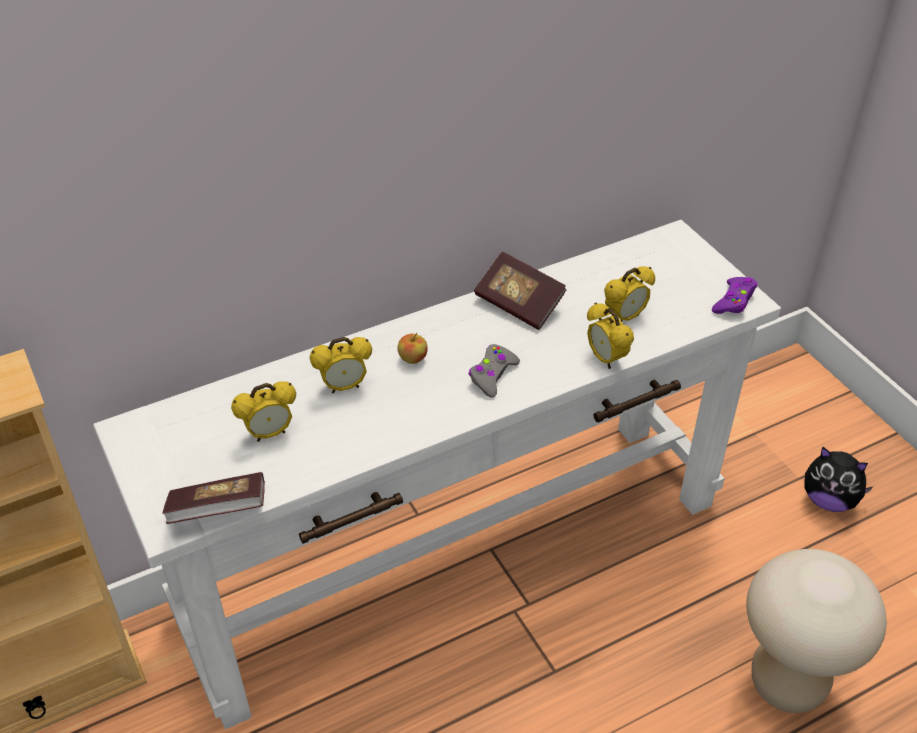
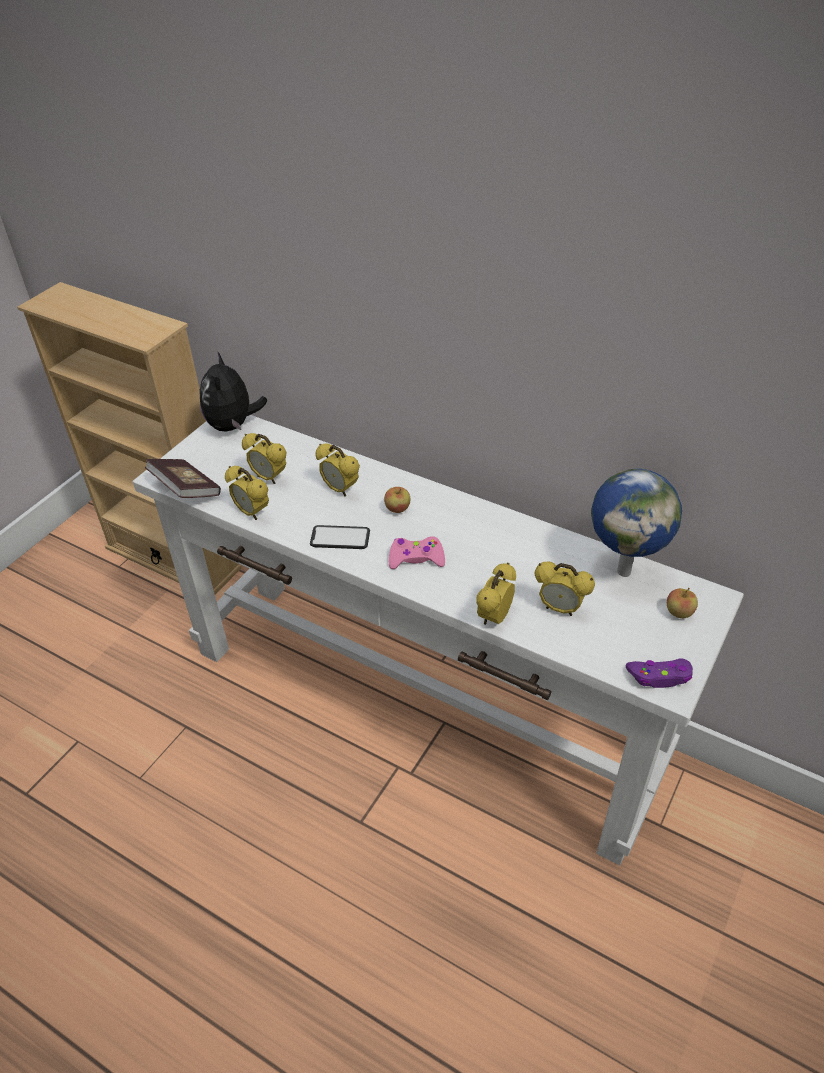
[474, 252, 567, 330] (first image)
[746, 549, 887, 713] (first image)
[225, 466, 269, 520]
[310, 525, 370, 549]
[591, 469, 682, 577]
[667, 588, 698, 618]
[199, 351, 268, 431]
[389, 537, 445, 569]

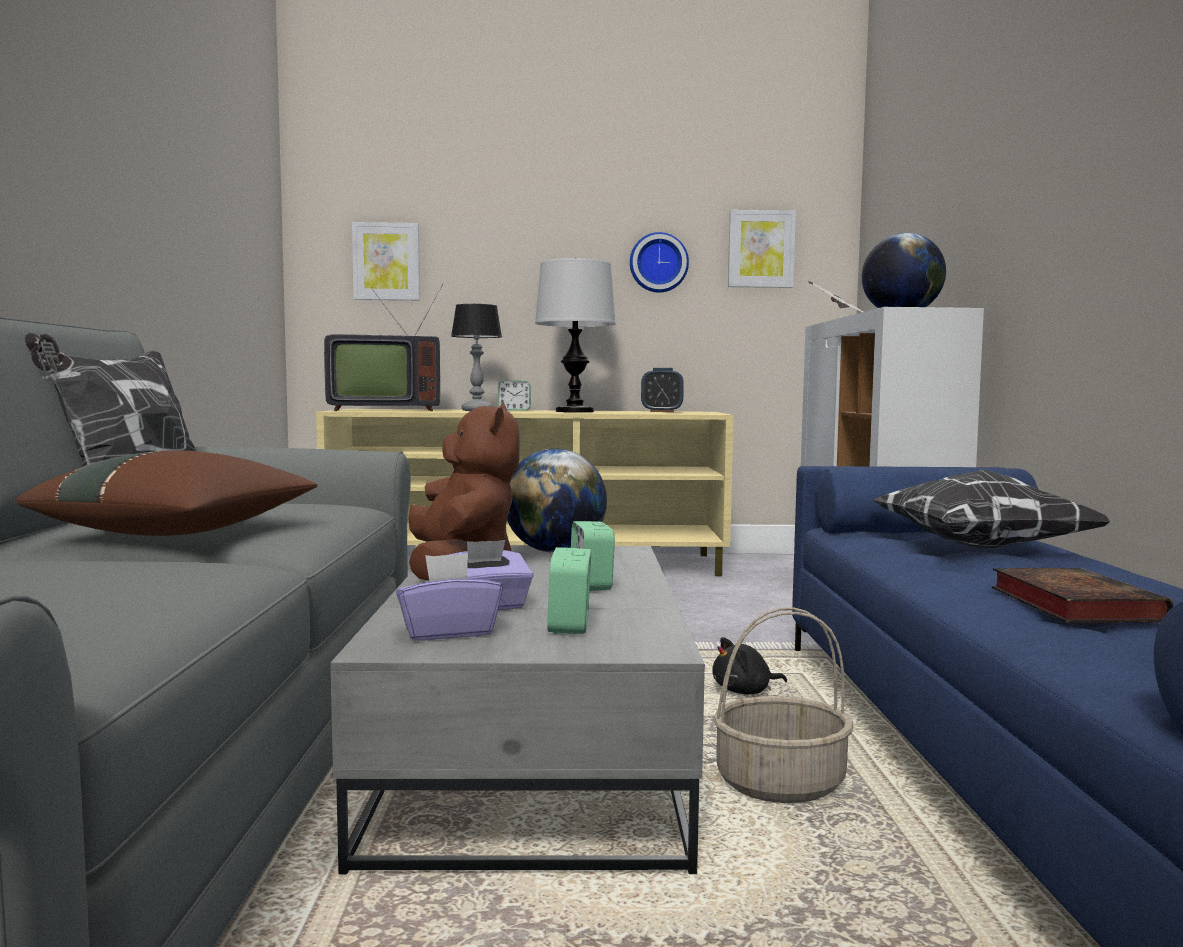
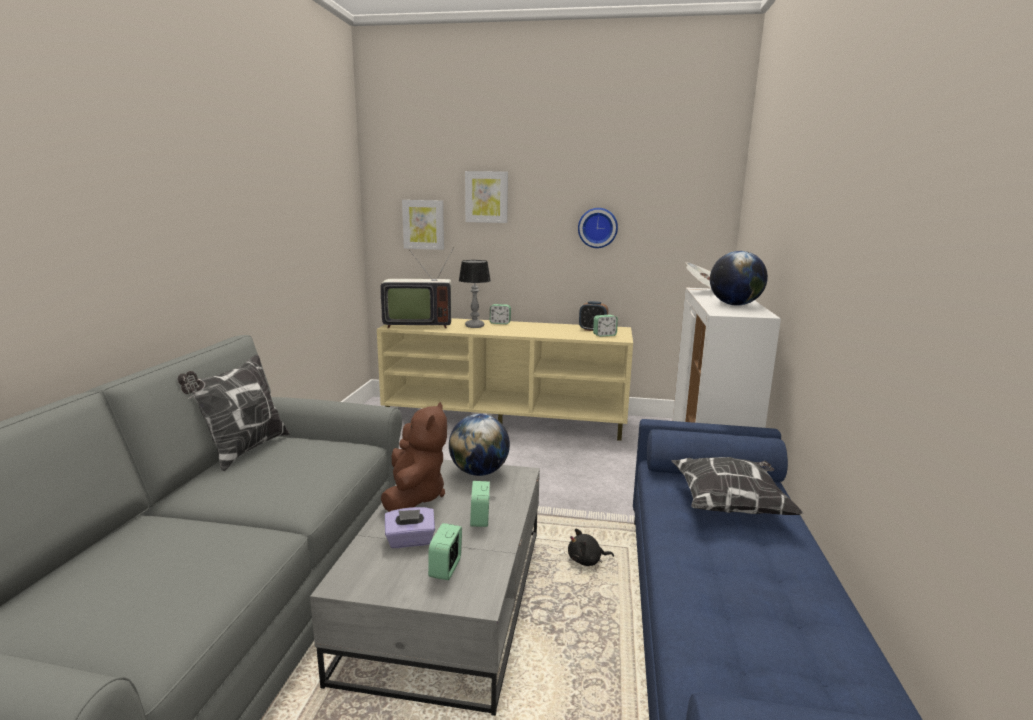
[16, 450, 317, 536] (first image)
[396, 553, 503, 640] (first image)
[535, 258, 616, 412] (first image)
[713, 607, 853, 803] (first image)
[992, 568, 1174, 623] (first image)
[593, 315, 618, 337]
[465, 171, 508, 223]

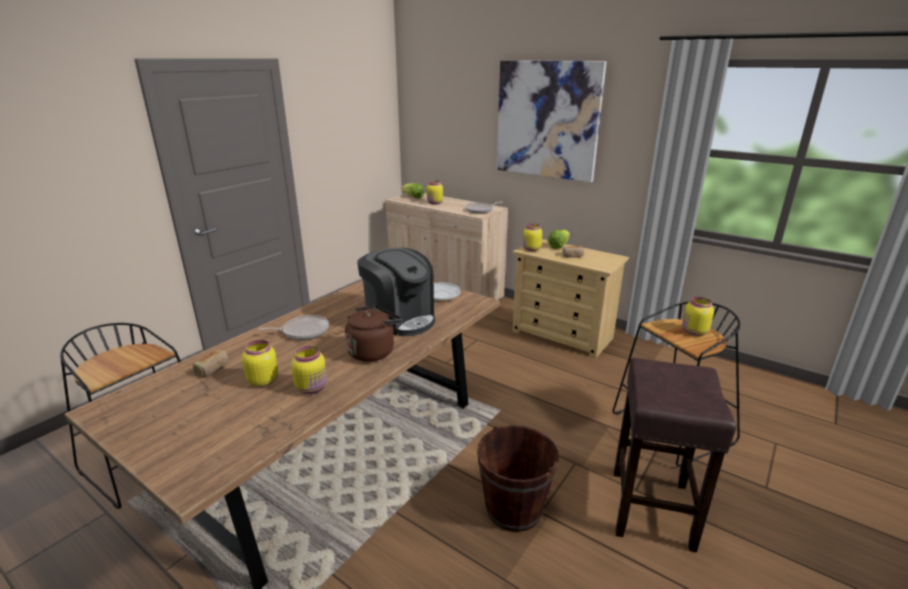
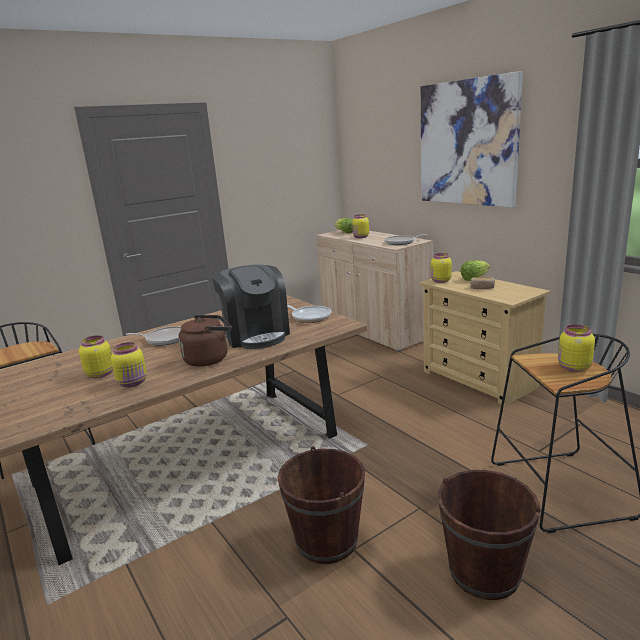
[193, 350, 228, 377] (first image)
[438, 470, 540, 600]

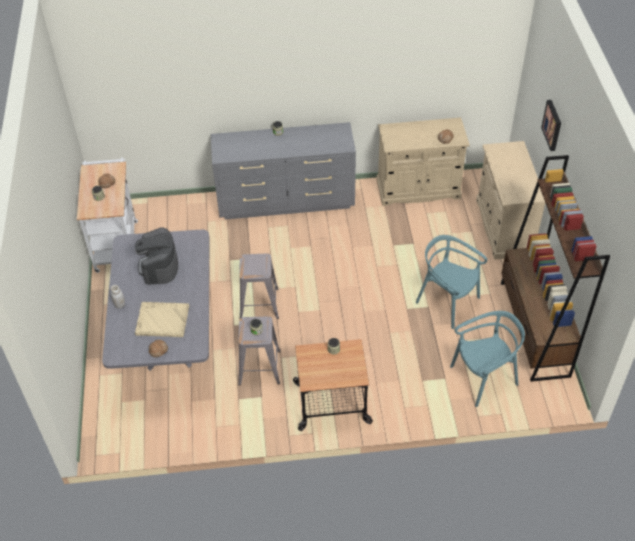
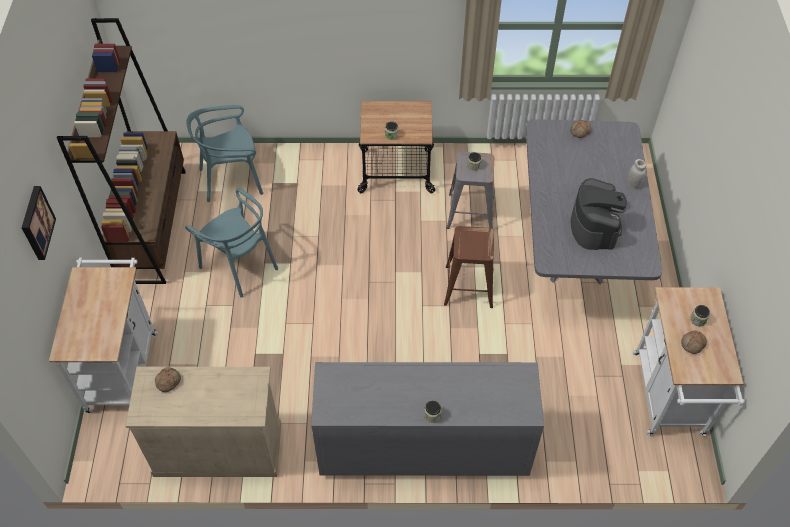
[135, 302, 189, 337] (first image)
[49, 258, 158, 413]
[444, 226, 494, 308]

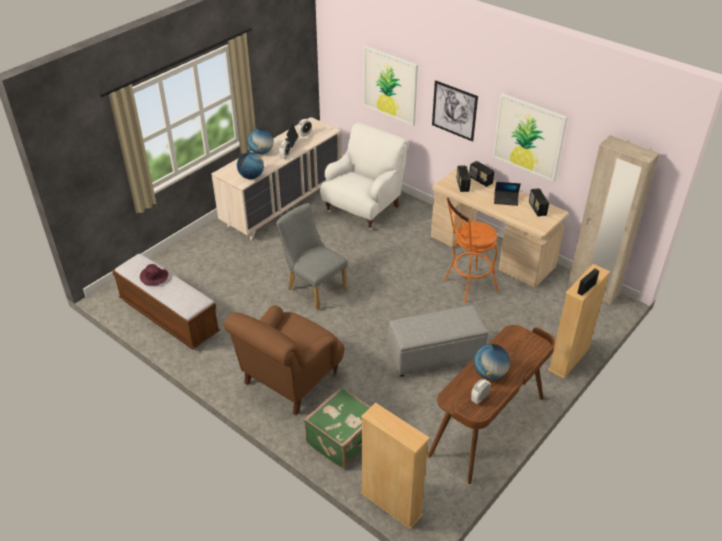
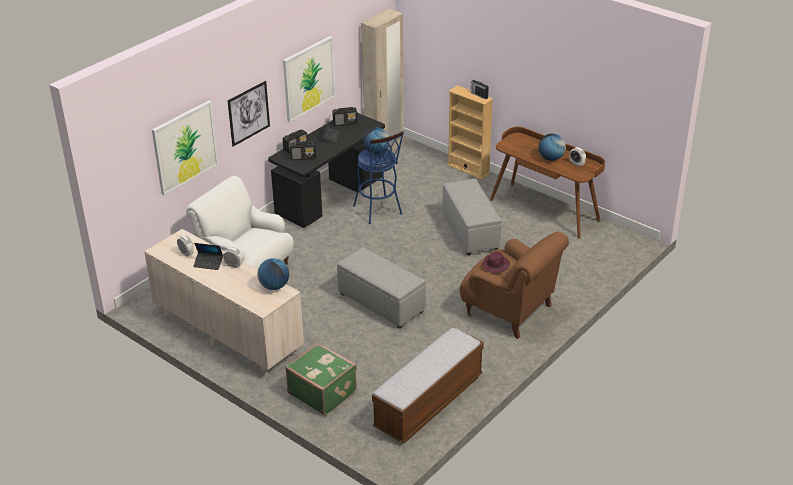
[361, 403, 430, 529] (first image)
[481, 251, 510, 273]
[363, 128, 391, 155]
[285, 343, 357, 415]
[337, 247, 426, 329]
[268, 113, 385, 228]
[353, 131, 404, 224]

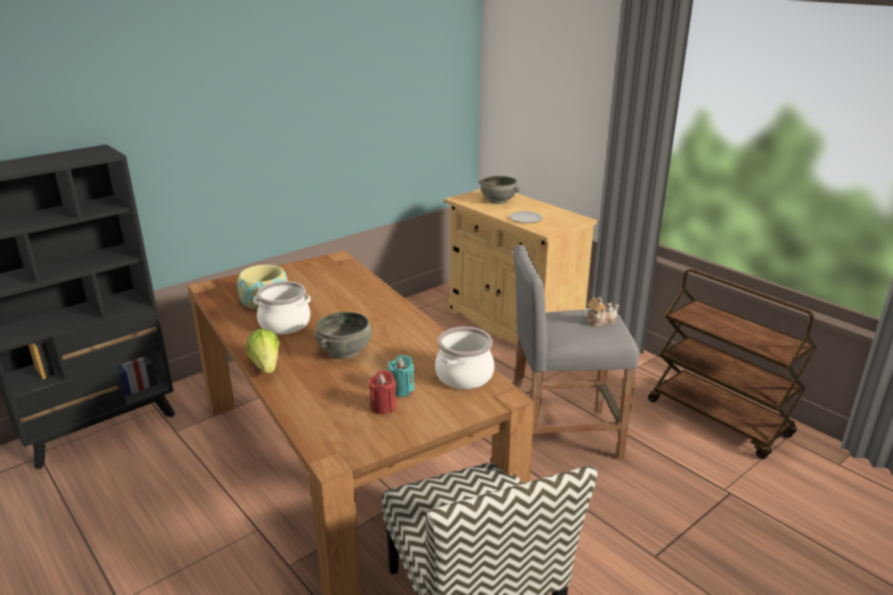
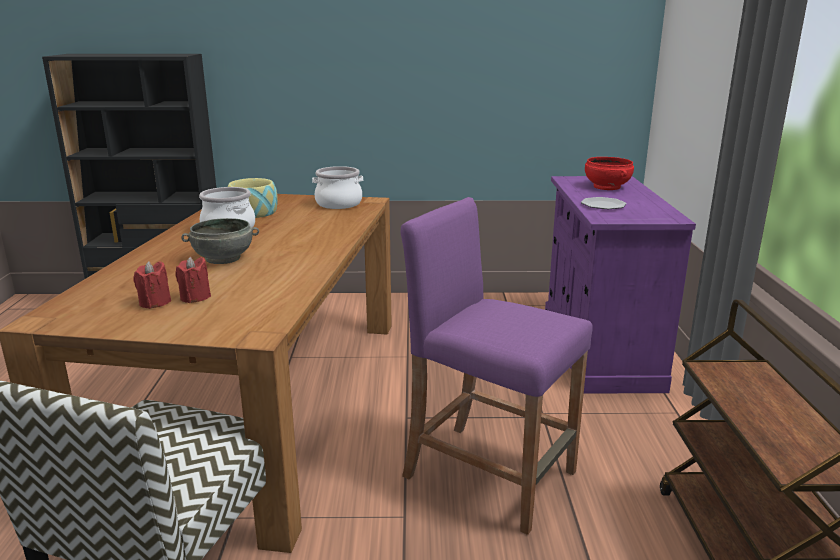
[247, 329, 280, 373] (first image)
[582, 297, 620, 327] (first image)
[312, 166, 363, 209]
[176, 256, 211, 303]
[545, 176, 696, 394]
[585, 157, 634, 190]
[401, 197, 593, 535]

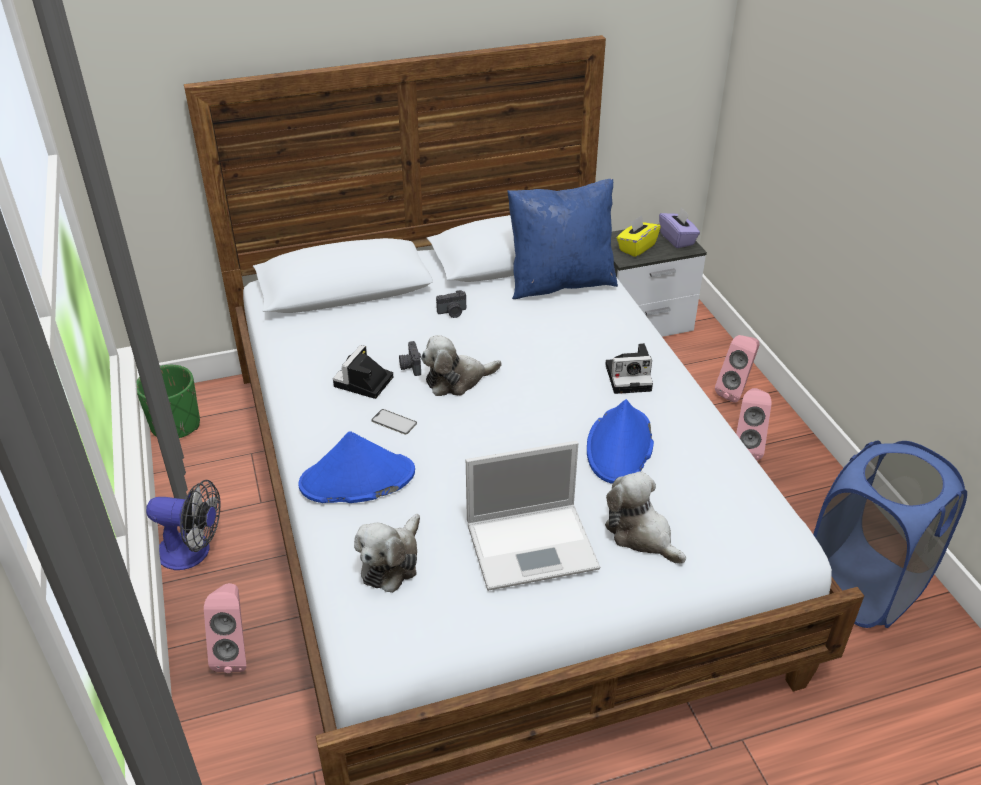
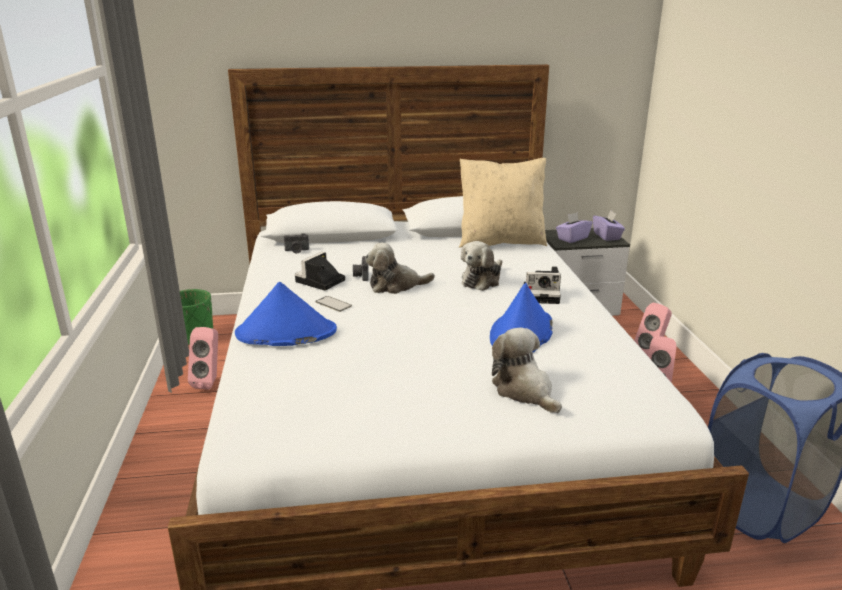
[146, 480, 221, 570] (first image)
[466, 441, 600, 591] (first image)
[188, 327, 218, 390]
[461, 241, 502, 291]
[284, 233, 309, 253]
[459, 158, 547, 248]
[556, 212, 592, 243]

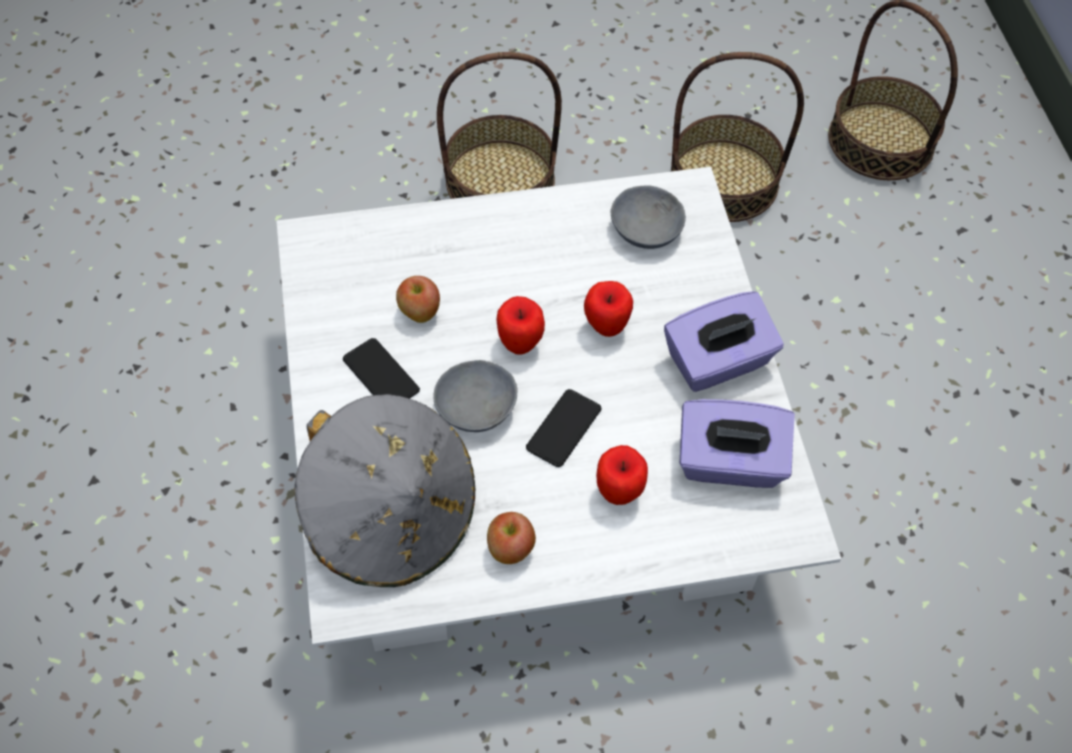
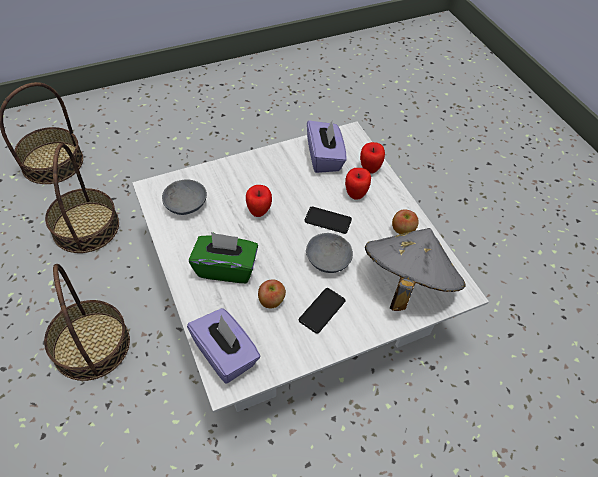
[189, 232, 258, 283]
[360, 142, 385, 174]
[187, 308, 261, 384]

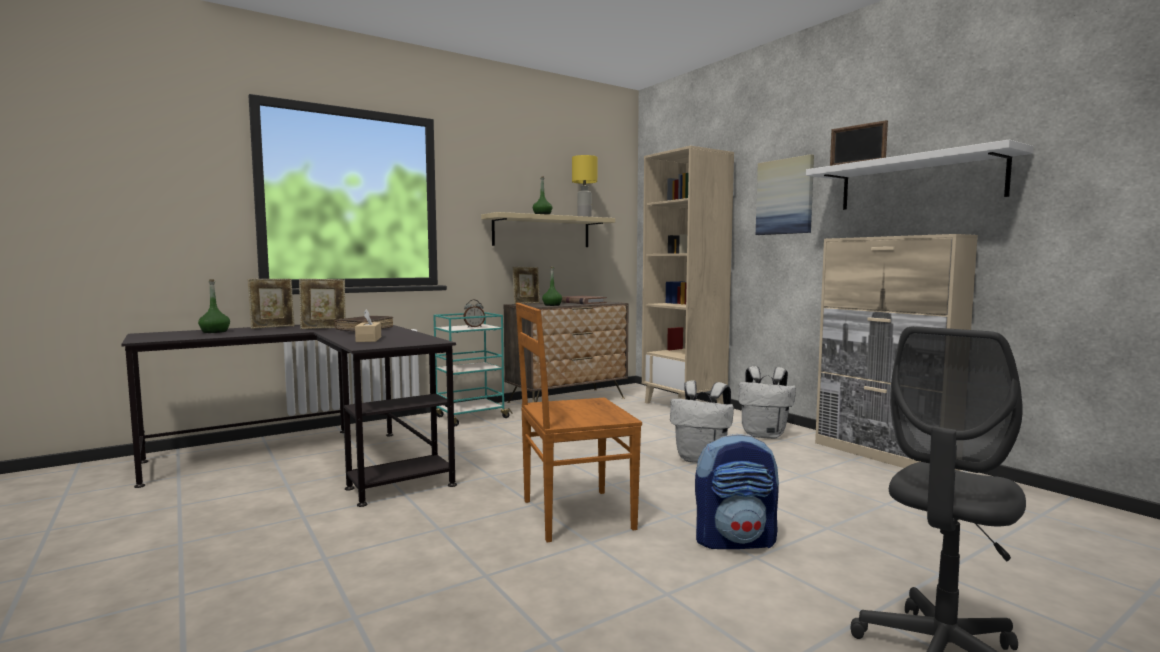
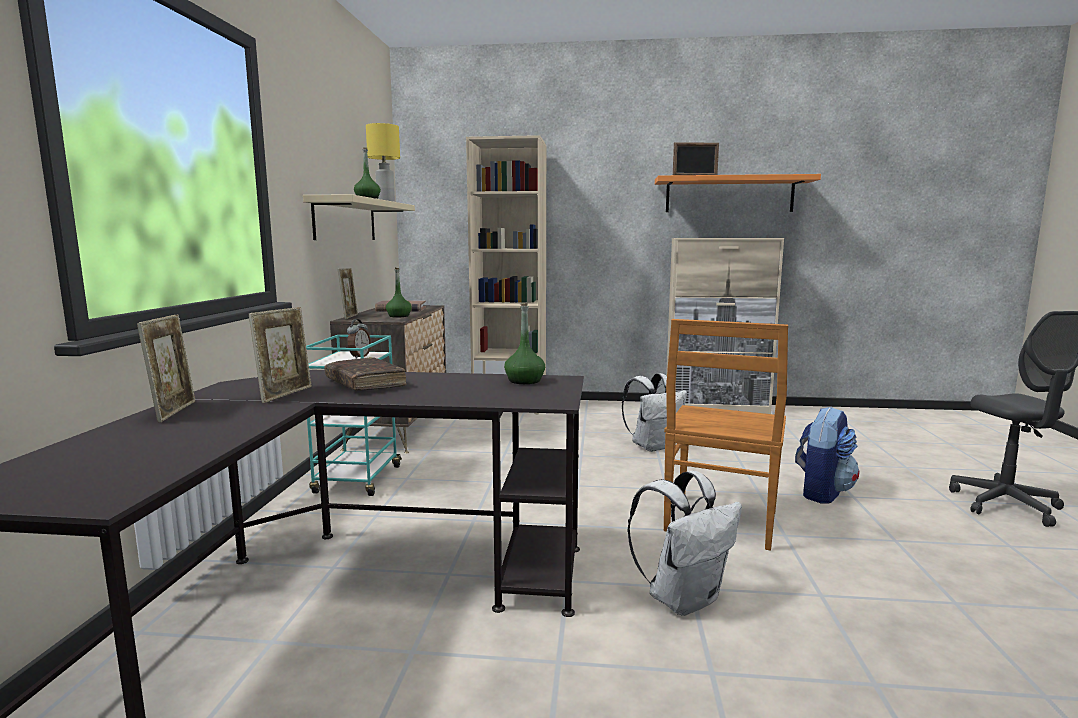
[355, 309, 381, 342] (first image)
[756, 154, 814, 235] (first image)
[504, 303, 545, 384]
[627, 471, 742, 616]
[655, 174, 821, 212]

